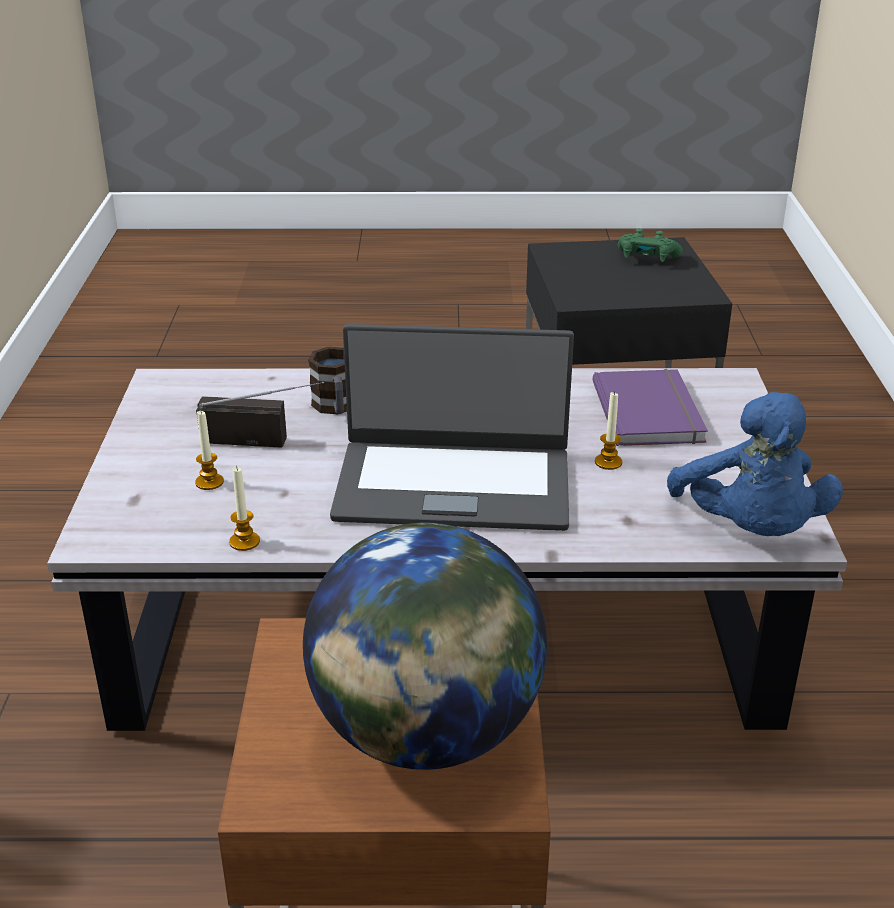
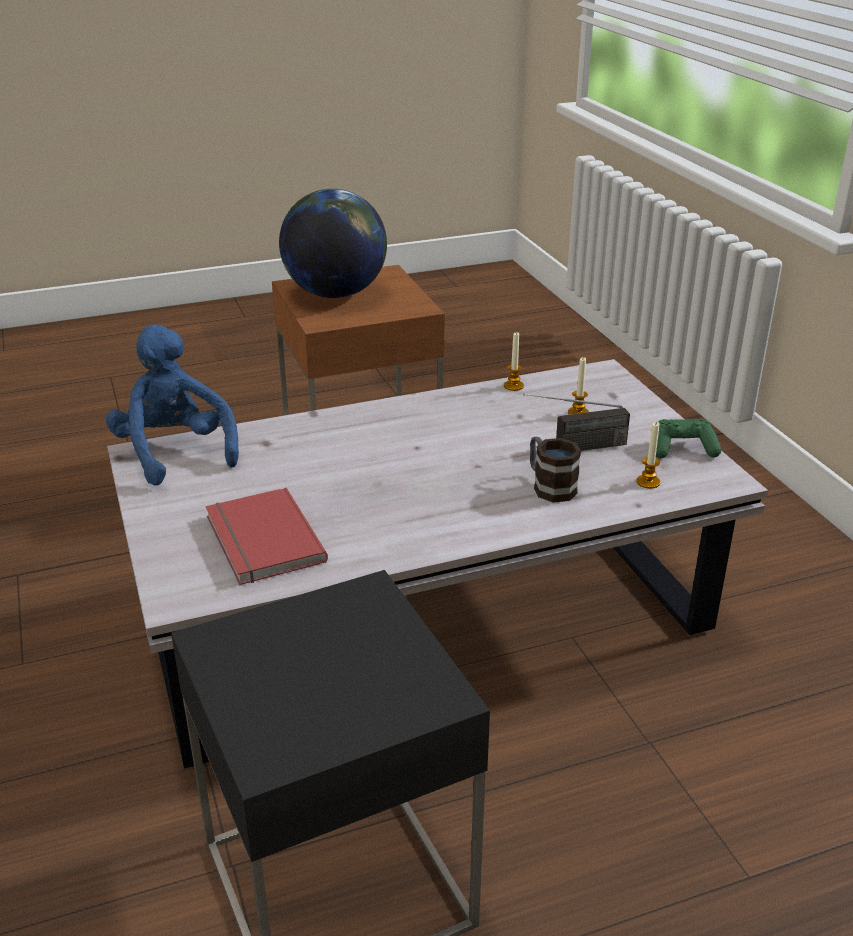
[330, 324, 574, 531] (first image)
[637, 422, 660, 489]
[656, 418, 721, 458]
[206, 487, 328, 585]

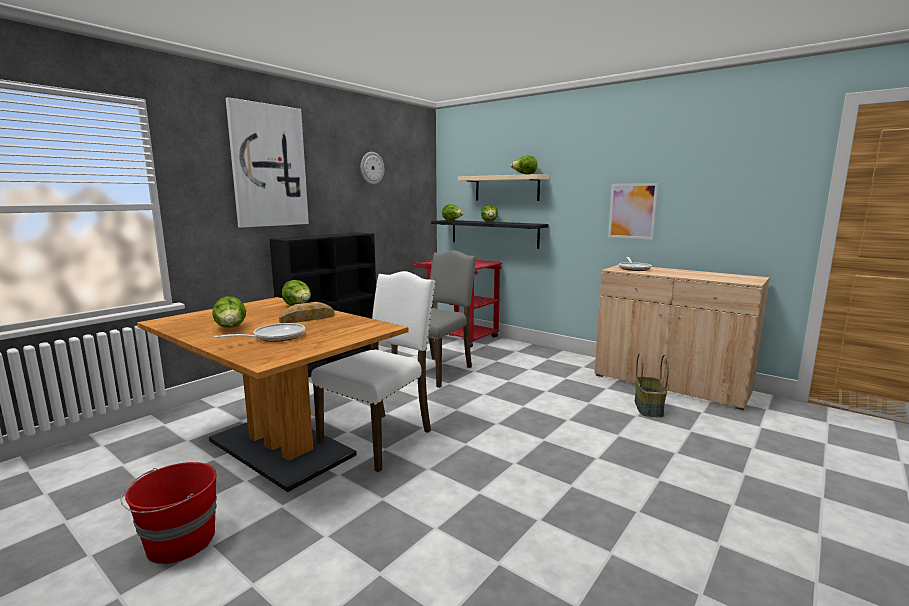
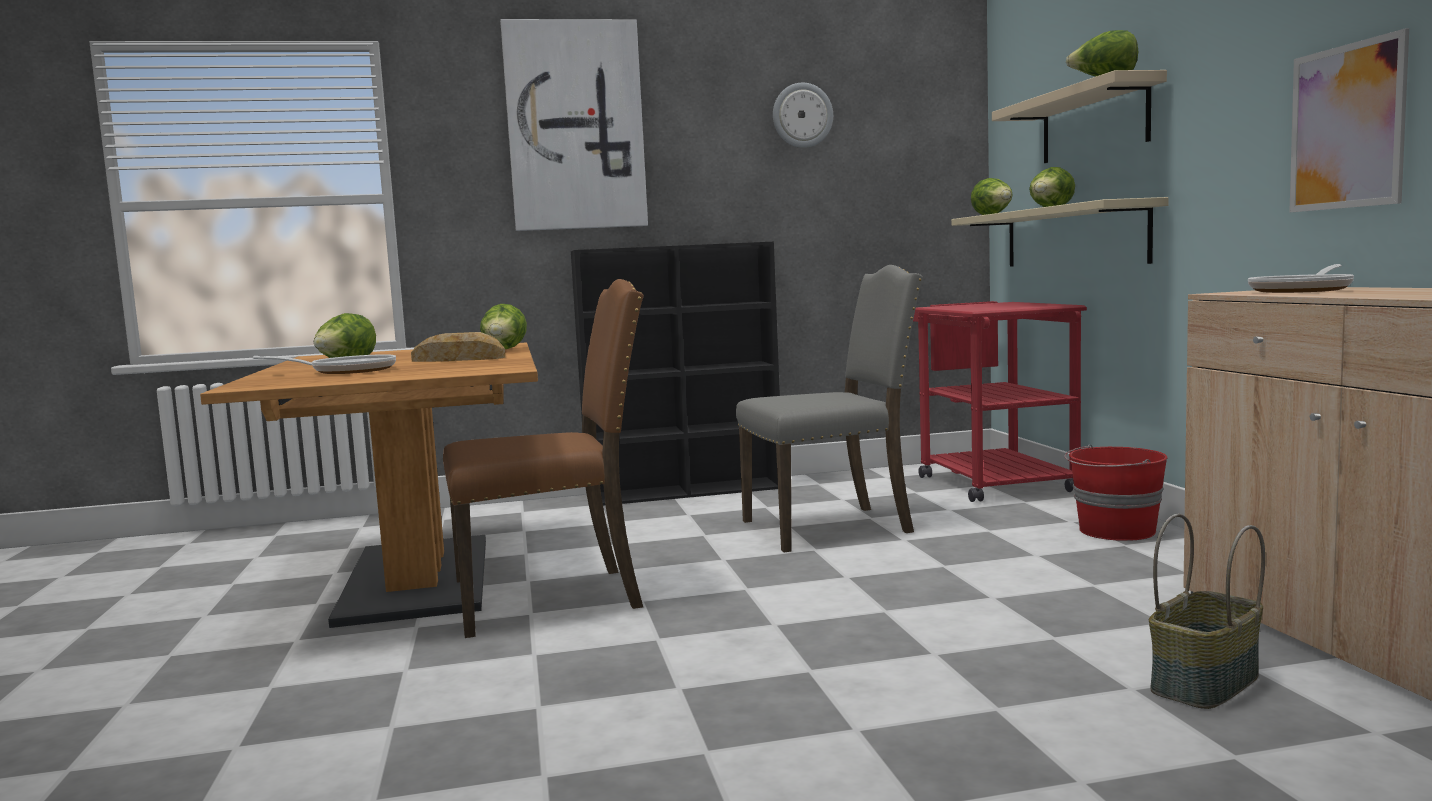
[1064, 445, 1168, 541]
[443, 279, 644, 638]
[951, 197, 1168, 267]

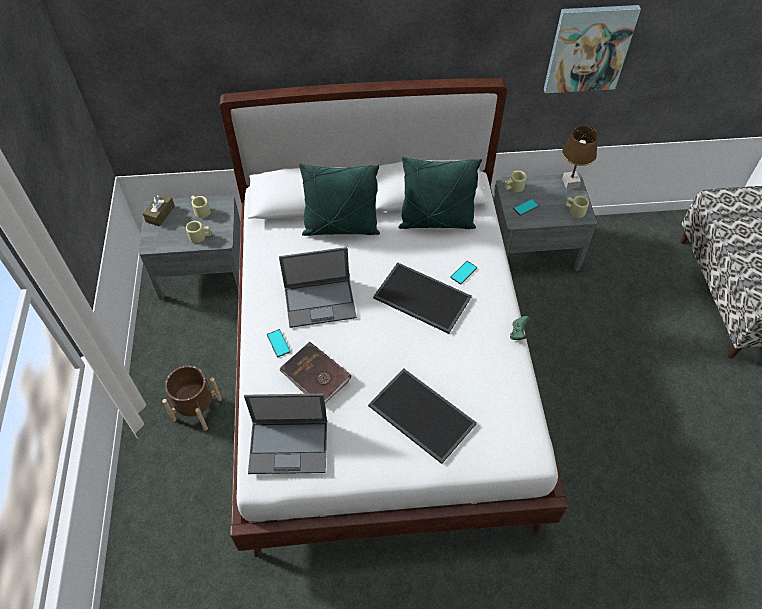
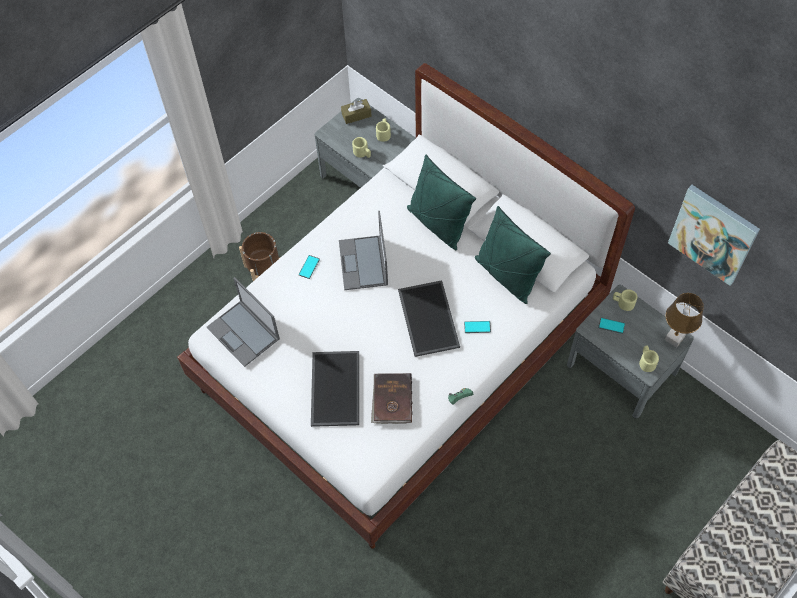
[371, 373, 412, 424]
[339, 211, 388, 290]

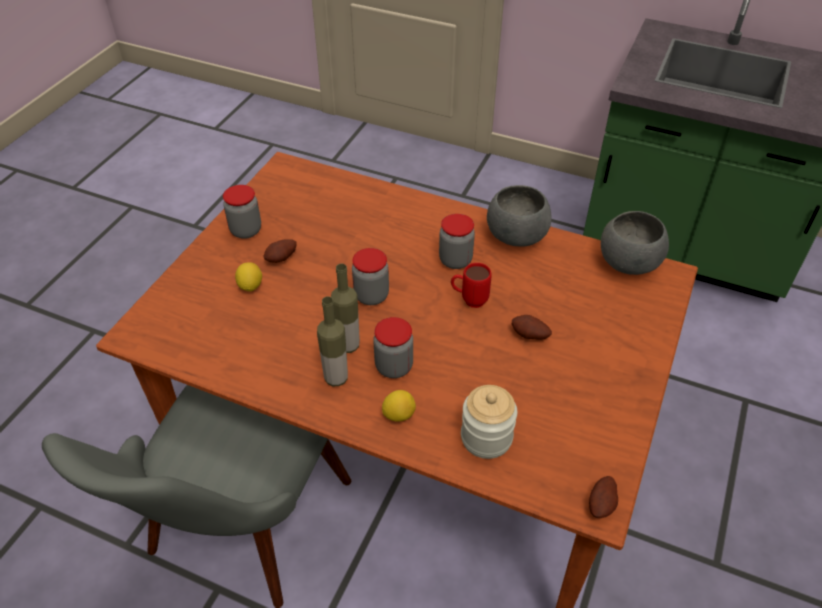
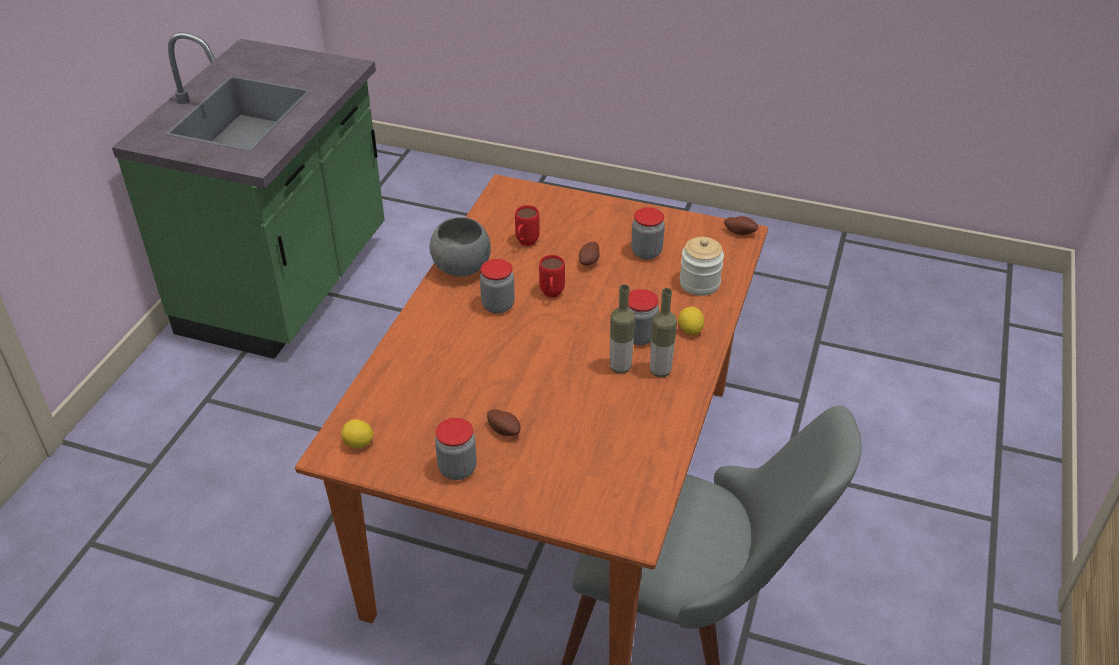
[601, 211, 669, 275] (first image)
[515, 205, 540, 246]
[341, 419, 374, 448]
[631, 207, 665, 260]

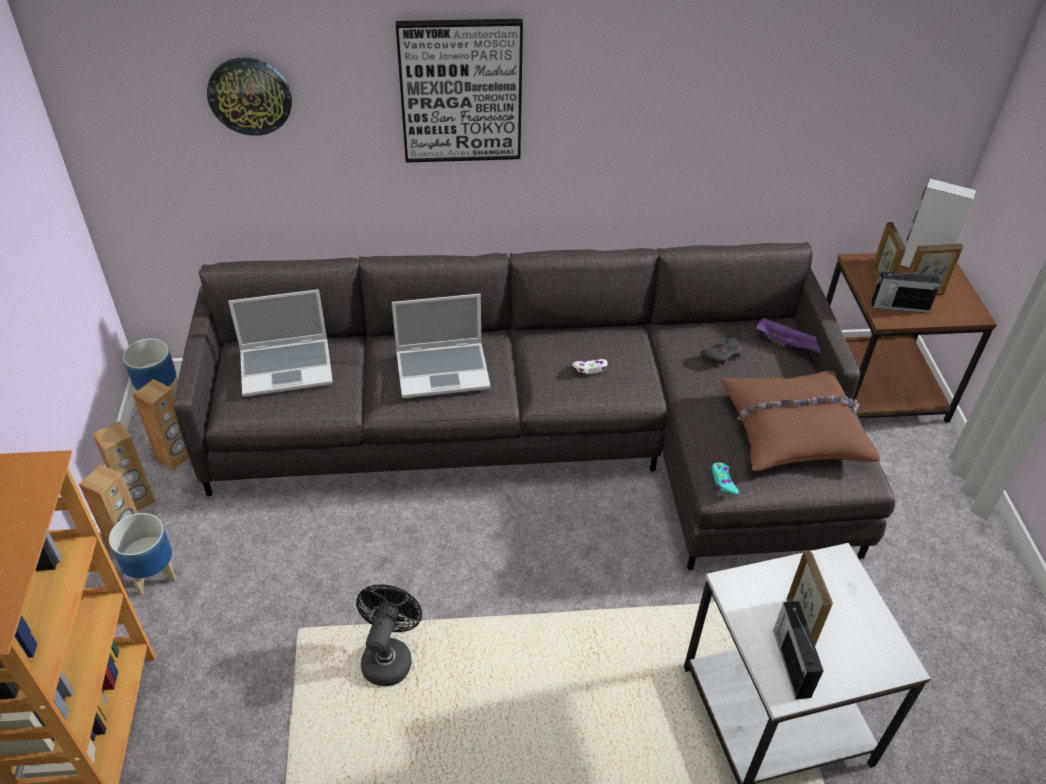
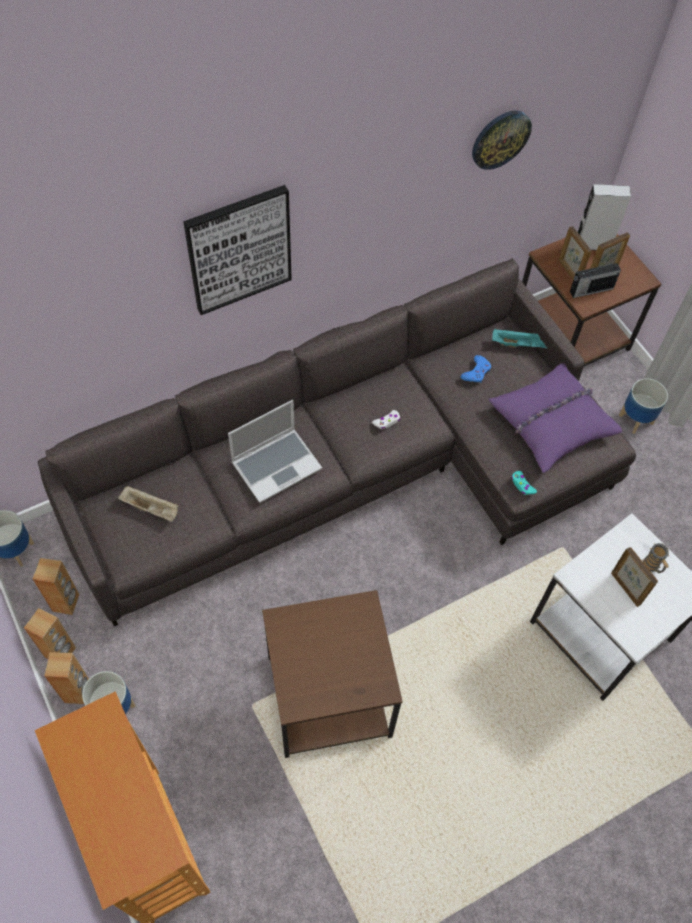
[773, 601, 823, 699] (first image)
[619, 379, 668, 434]
[642, 543, 669, 573]
[472, 111, 532, 170]
[118, 486, 179, 522]
[262, 590, 403, 758]
[461, 355, 491, 383]
[489, 363, 623, 473]
[492, 328, 547, 349]

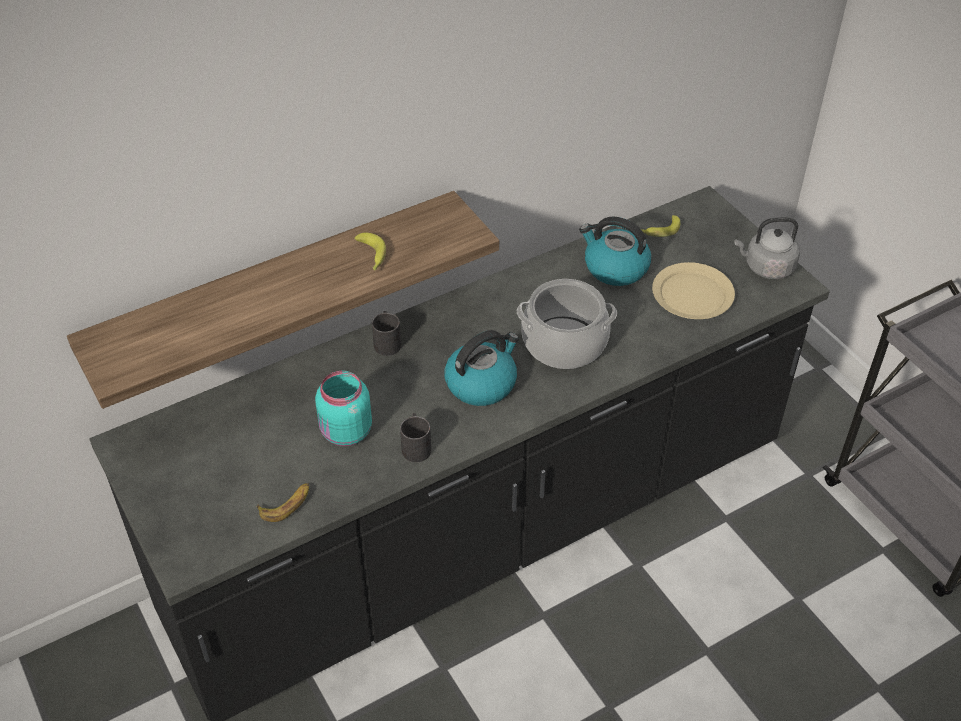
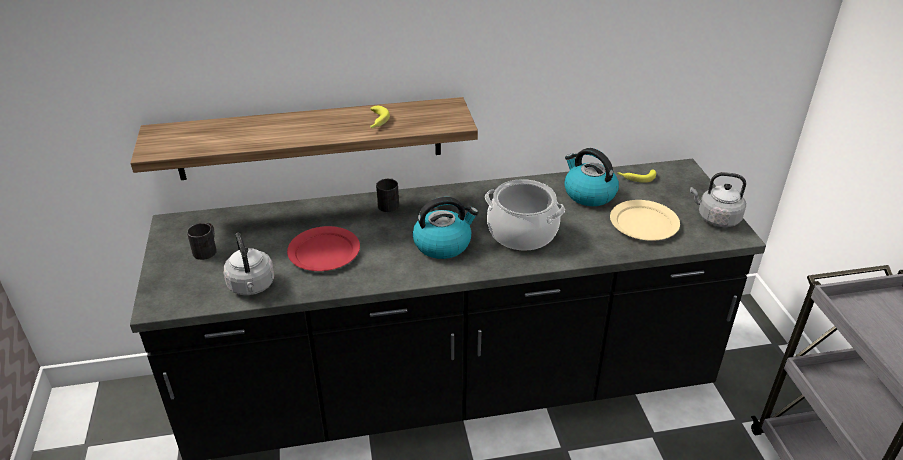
[187, 223, 217, 260]
[223, 233, 275, 295]
[287, 226, 360, 271]

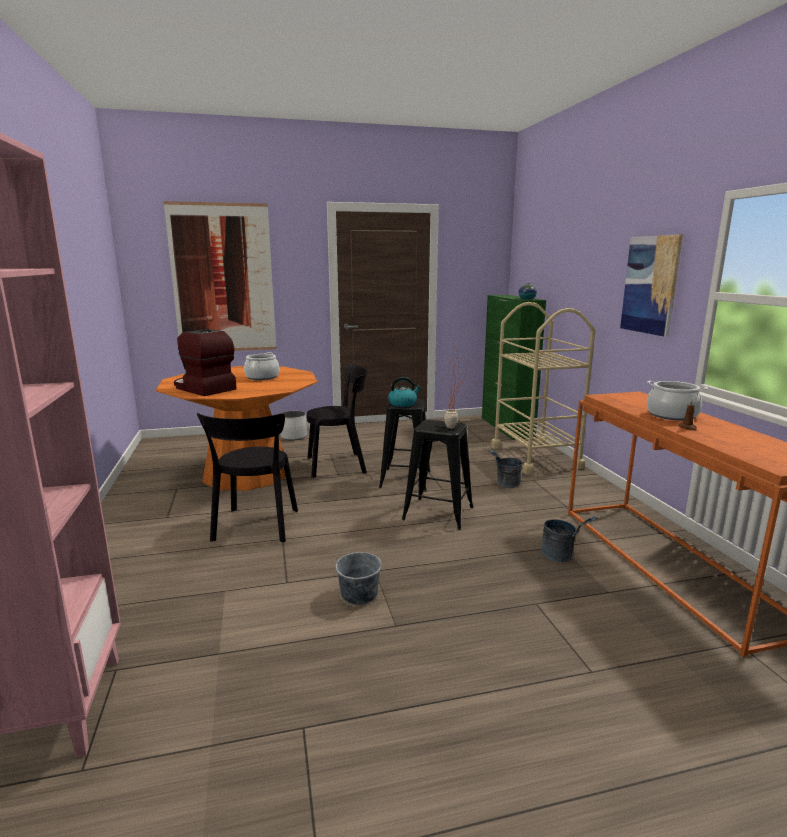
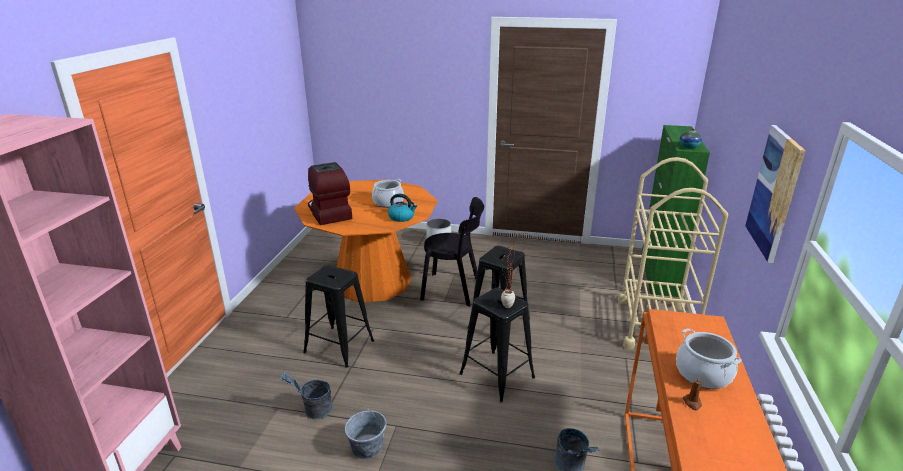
[164, 201, 276, 351] (first image)
[388, 194, 417, 222]
[280, 372, 333, 419]
[303, 265, 374, 368]

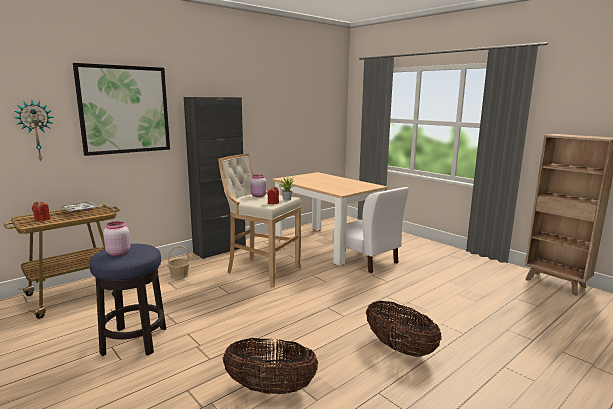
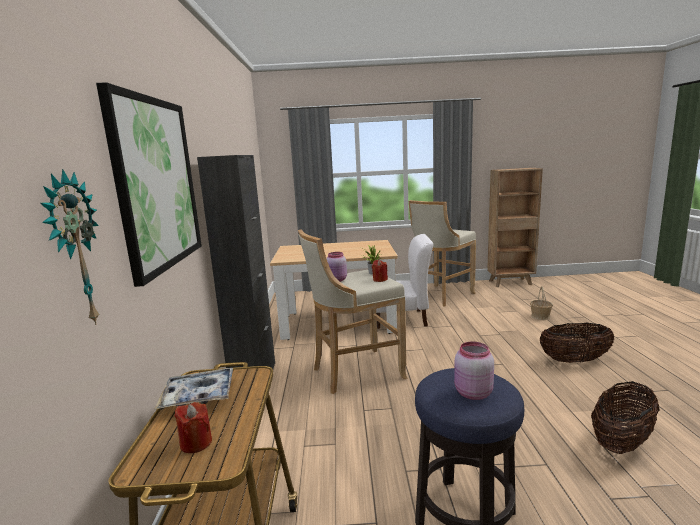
[408, 200, 476, 306]
[530, 286, 553, 320]

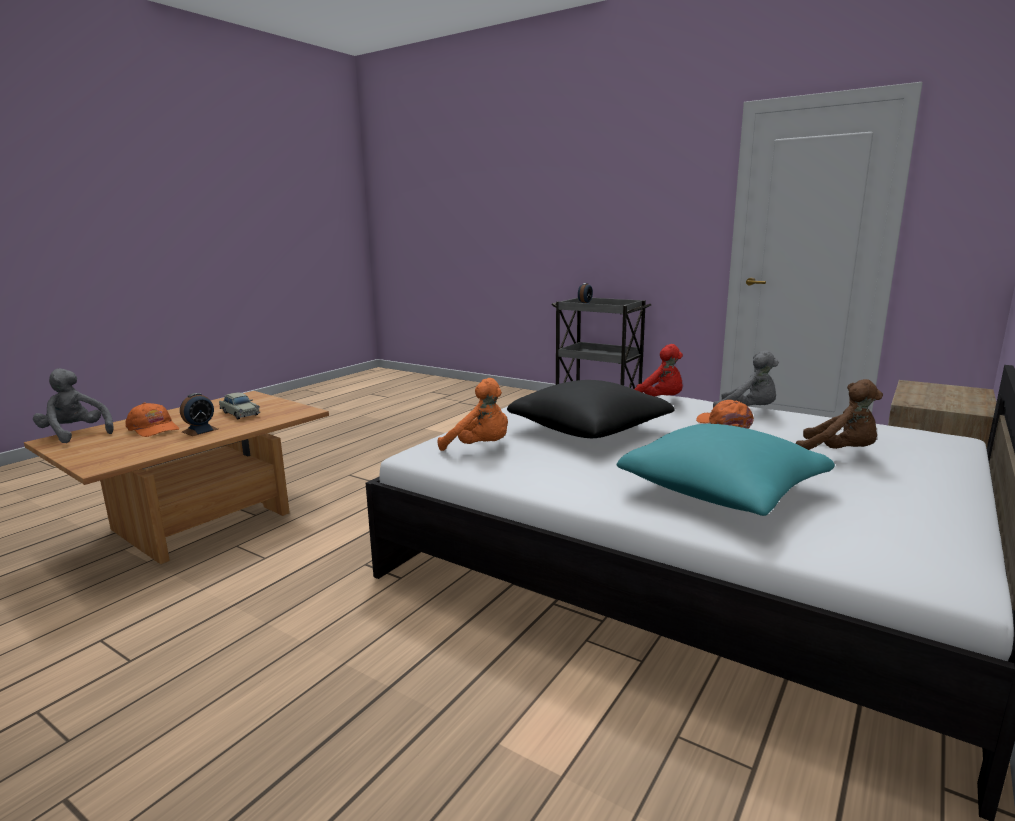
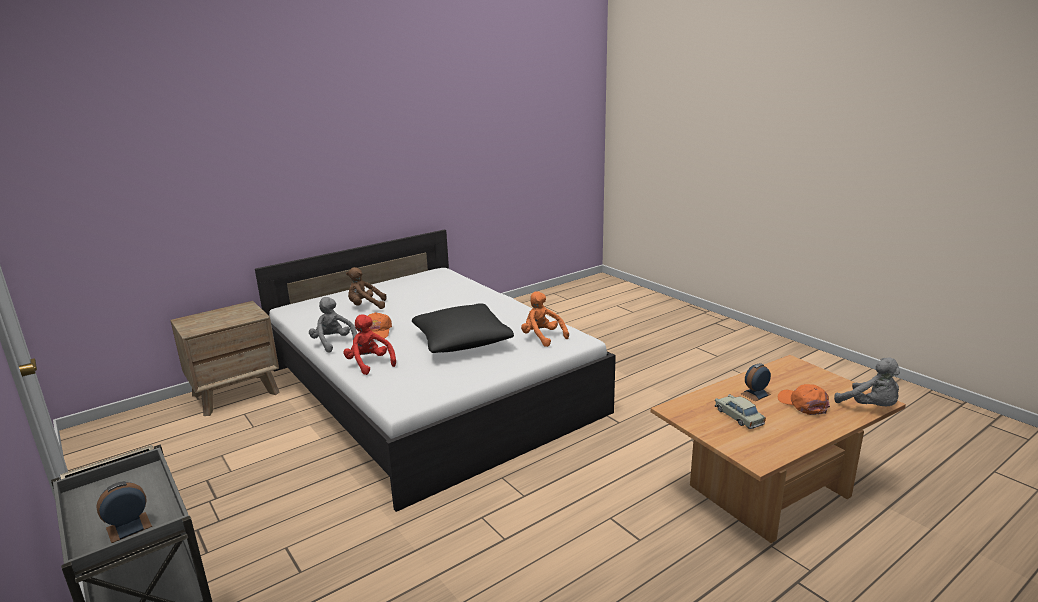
[617, 424, 835, 516] (first image)
[346, 267, 387, 309]

